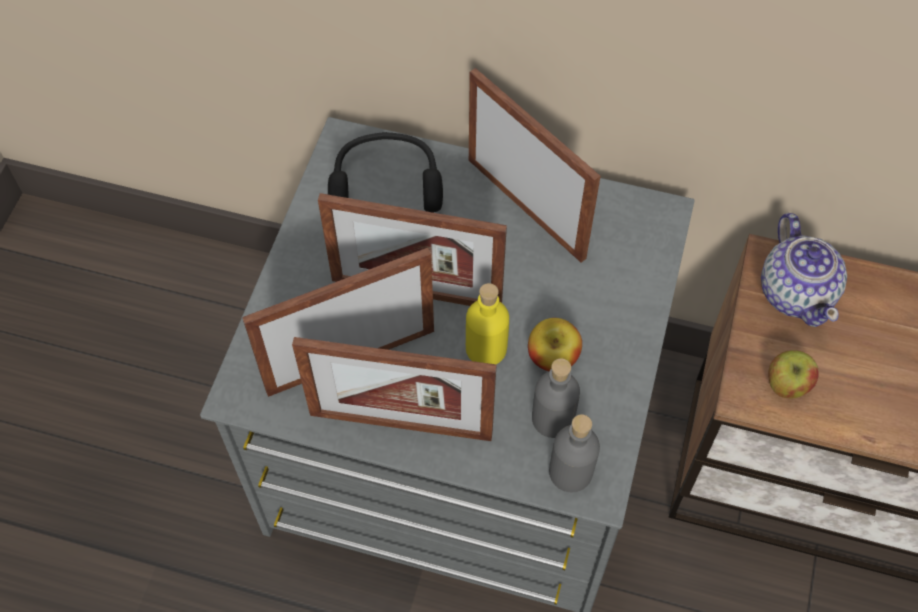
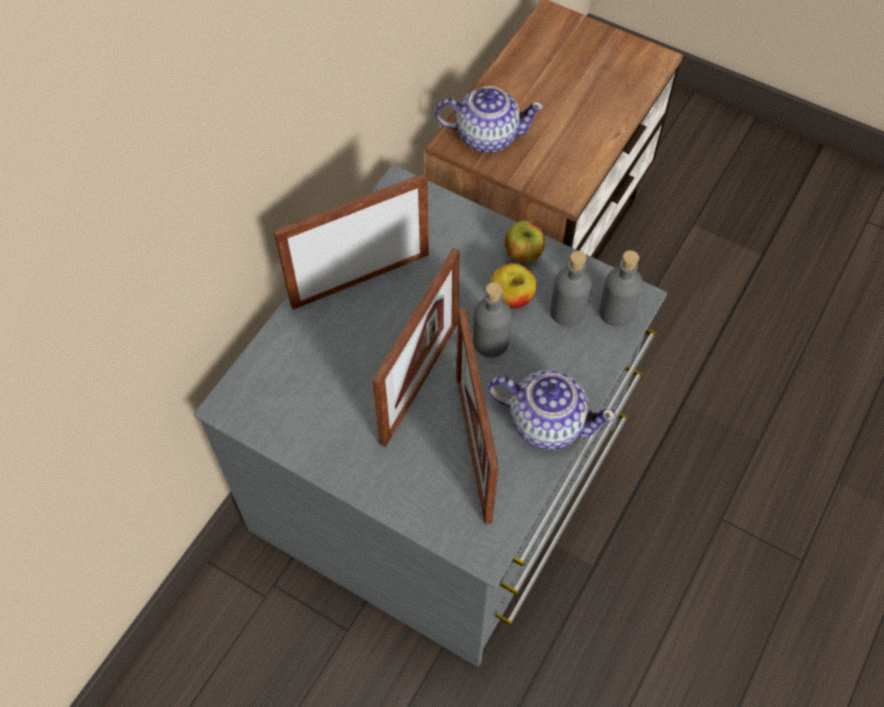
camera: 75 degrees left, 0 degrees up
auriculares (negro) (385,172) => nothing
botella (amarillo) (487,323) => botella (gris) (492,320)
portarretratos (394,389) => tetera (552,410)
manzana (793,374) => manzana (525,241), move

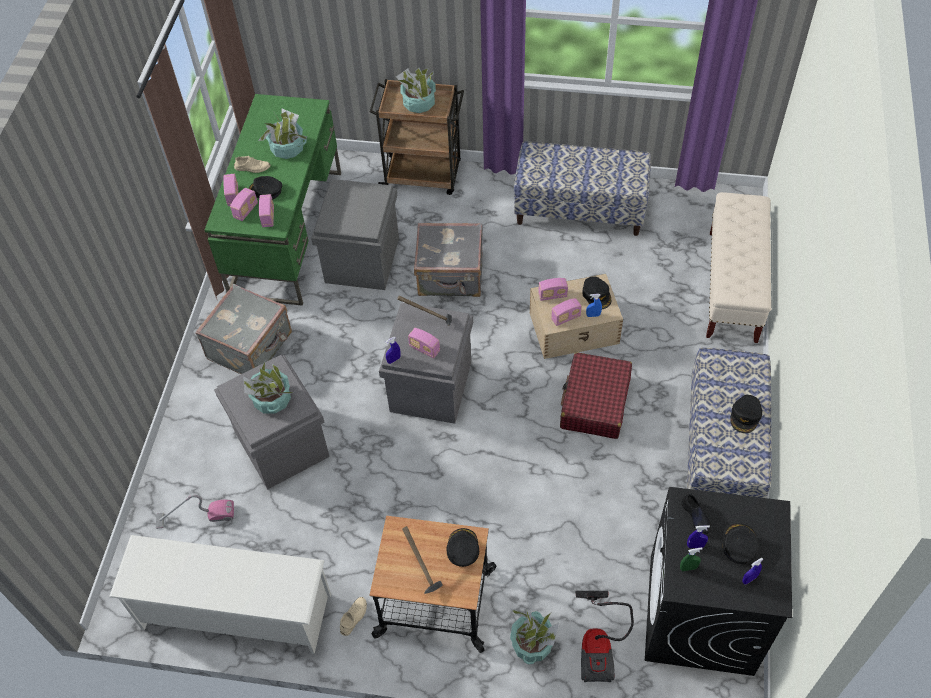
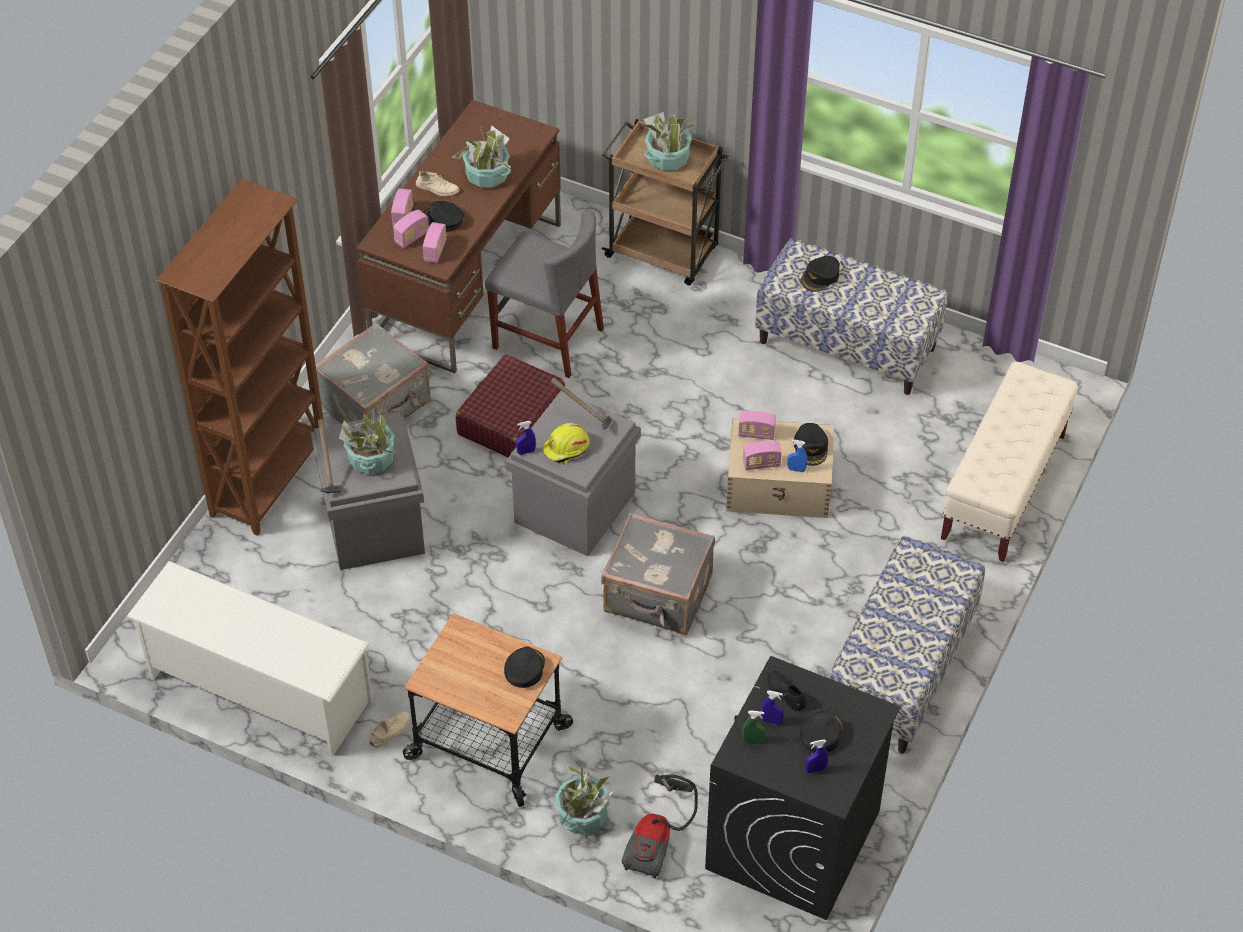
camera: 15 degrees right, 5 degrees down
escritorio (verde) (273,200) => escritorio (marrón) (458,236)
caja de almacenaje (gris) (355,234) => silla (gris) (544,294)
maleta (gris) (448,260) => maleta (gris) (658,574), move
radio (424,343) => casco (amarillo) (566,444)
maleta (rojo) (596,395) => maleta (rojo) (510,405), move
gorra (negro) (746,414) => gorra (negro) (820,274), move
aspiradora (195,511) => nothing
zapato (negro) (696,514) => zapato (negro) (787,691), 150 degrees clockwise
martillo (422,560) => martillo (330,456), move
nothing => estantería (marrón) (239,357)

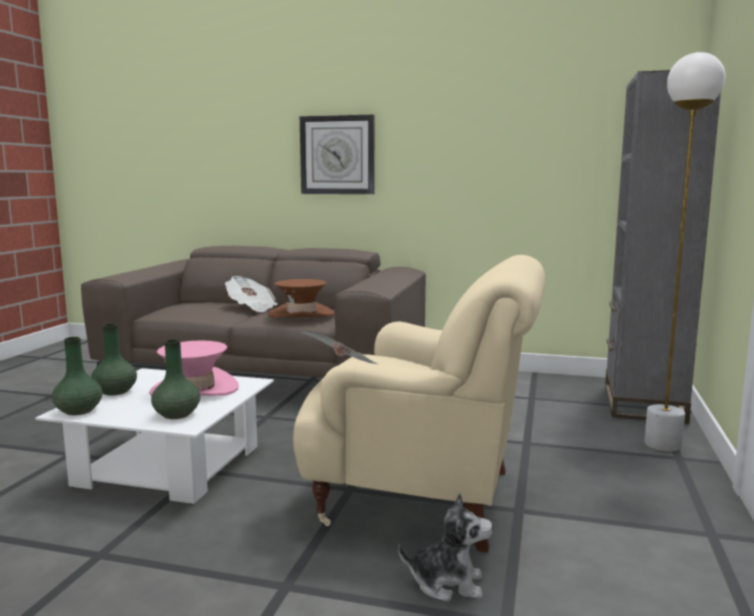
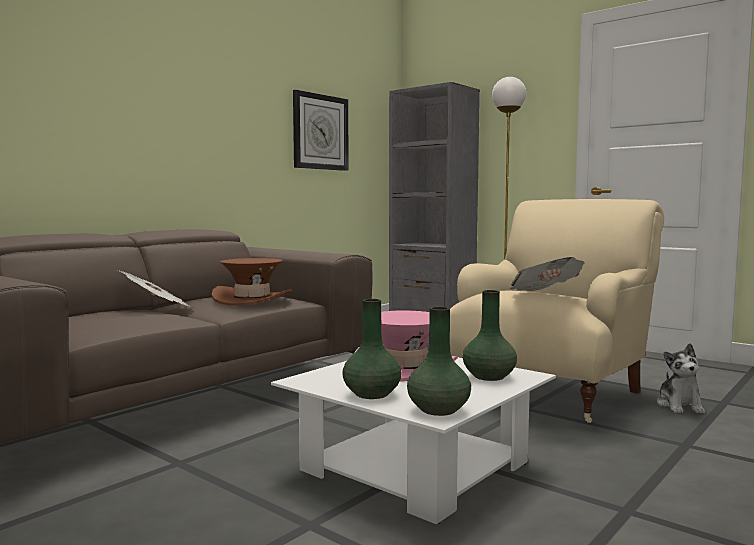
camera: 65 degrees left, 5 degrees down
reloj de pared (337,154) => reloj de pared (321,130), move
peluche (445,547) => peluche (681,378), 150 degrees clockwise

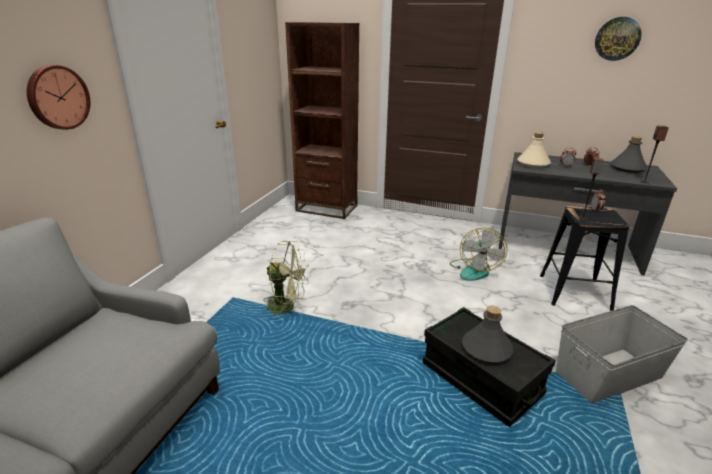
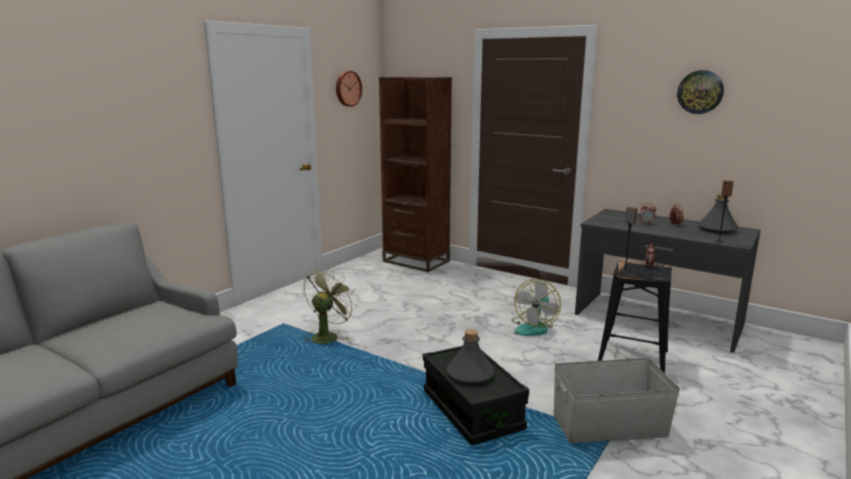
camera: 15 degrees right, 10 degrees down
reloj de pared (58,97) => reloj de pared (349,89), move
botella (beis) (534,150) => nothing
ventilador (verde) (286,278) => ventilador (verde) (330,306), 90 degrees counterclockwise

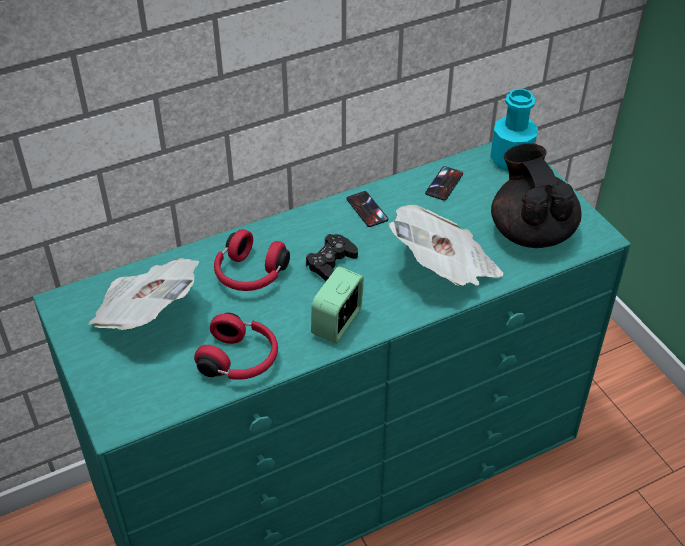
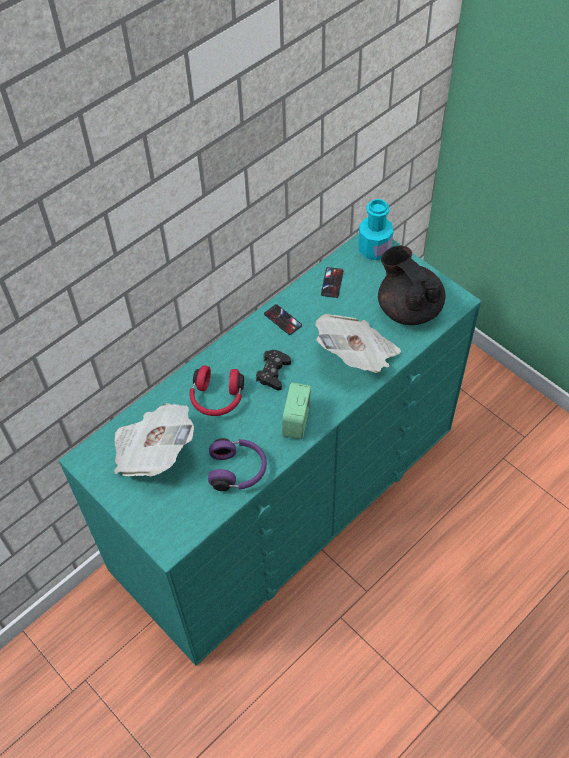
camera: 15 degrees left, 10 degrees up
auriculares (rojo) (236,346) => auriculares (morado) (237,464)

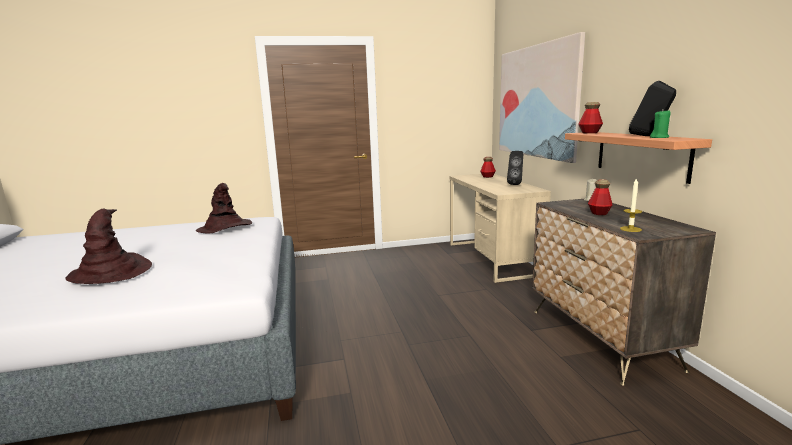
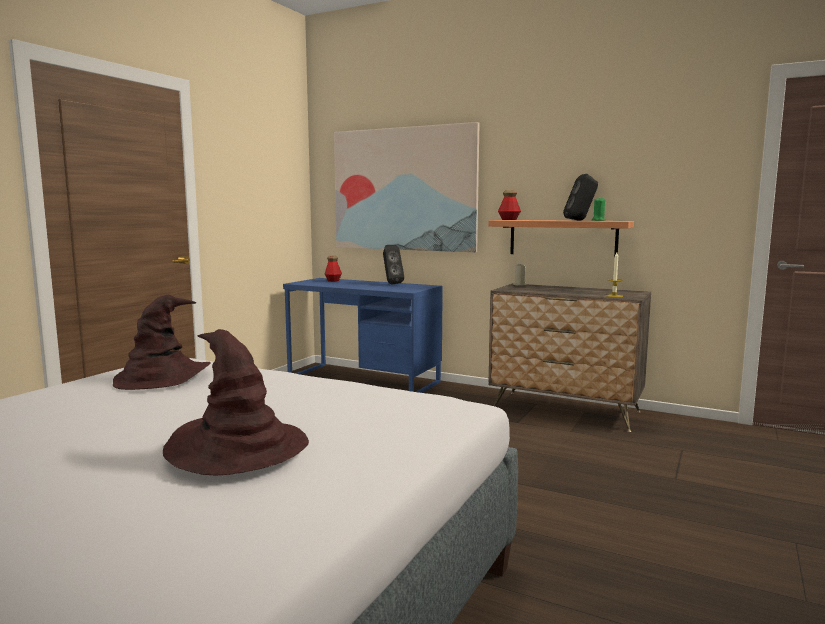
camera: 50 degrees left, 5 degrees down
escritorio (beis) (500,228) => escritorio (azul) (363,335)
botella (600,197) => nothing

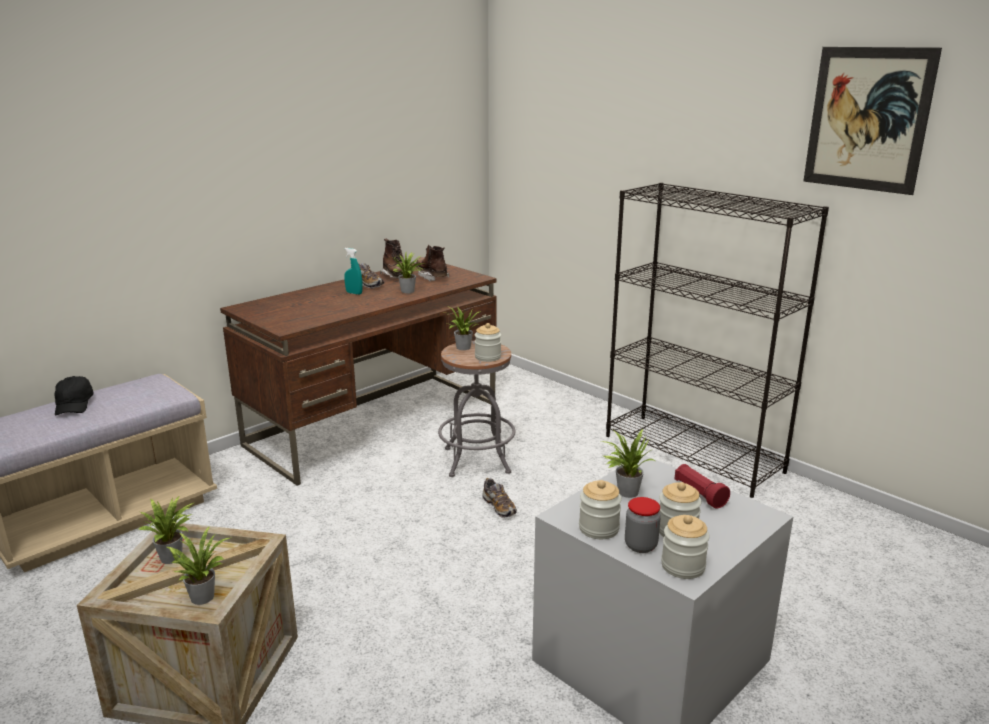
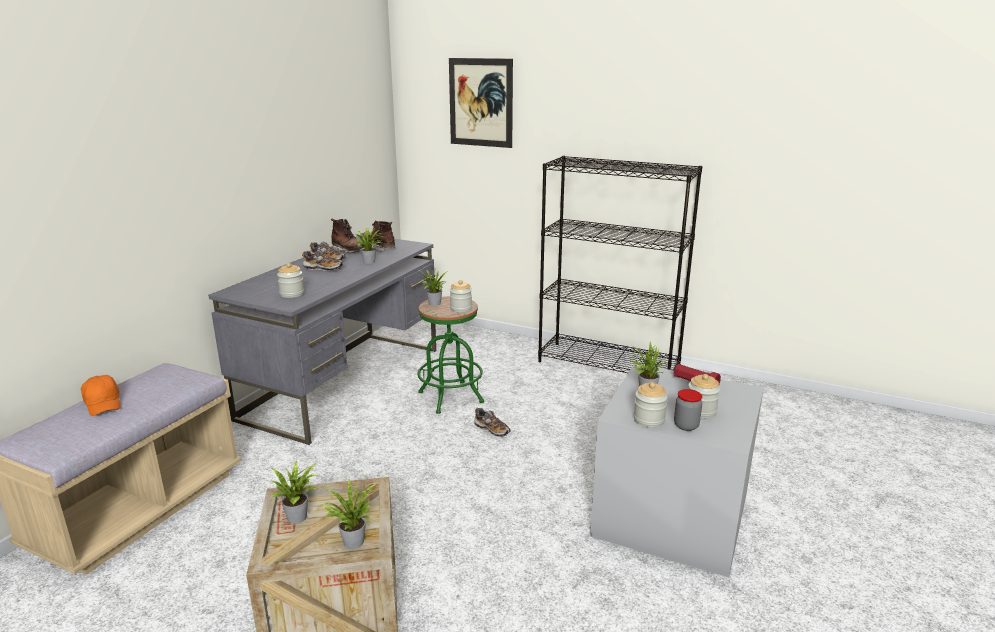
camera: 20 degrees left, 0 degrees up
cuadro (872,121) => cuadro (481,103), move
pulverizador (turquesa) (353,271) => zapato (322,260)
escritorio (marrón) (358,374) => escritorio (gris) (322,340)
taburete (gris) (477,409) => taburete (verde) (450,355)
gorra (negro) (74,395) => gorra (naranja) (101,395)
tarro (685,547) => tarro (290,280), move

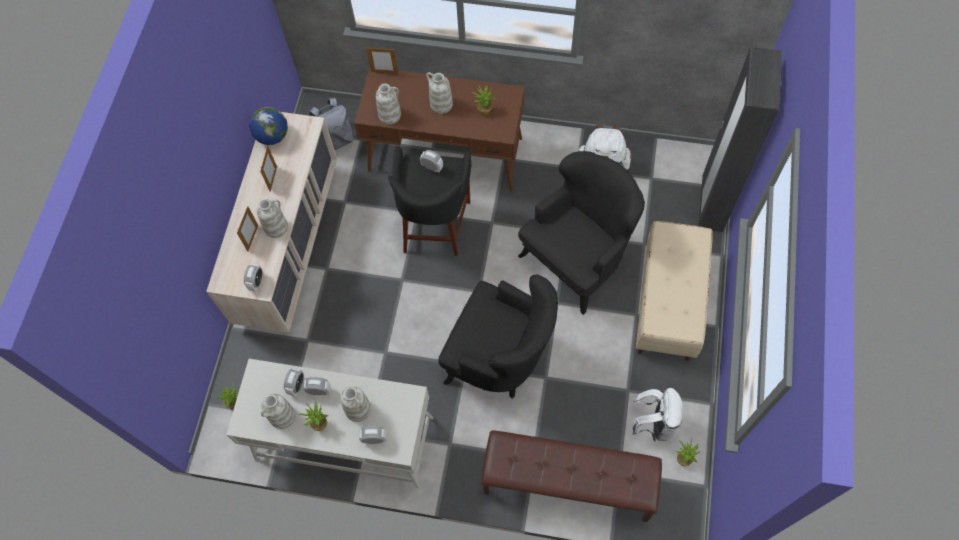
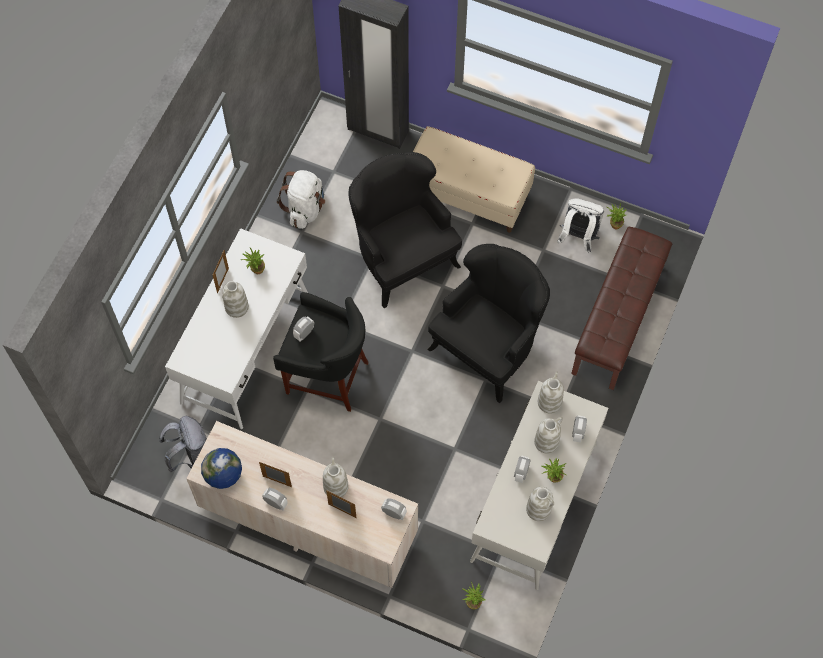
camera: 80 degrees left, 0 degrees up
portarretratos (382,61) => portarretratos (221,271), move
escritorio (marrón) (439,129) => escritorio (blanco) (236,328)
florero (blanco) (388,104) => florero (blanco) (551,392), move
despertador (294,382) => despertador (275,499), move

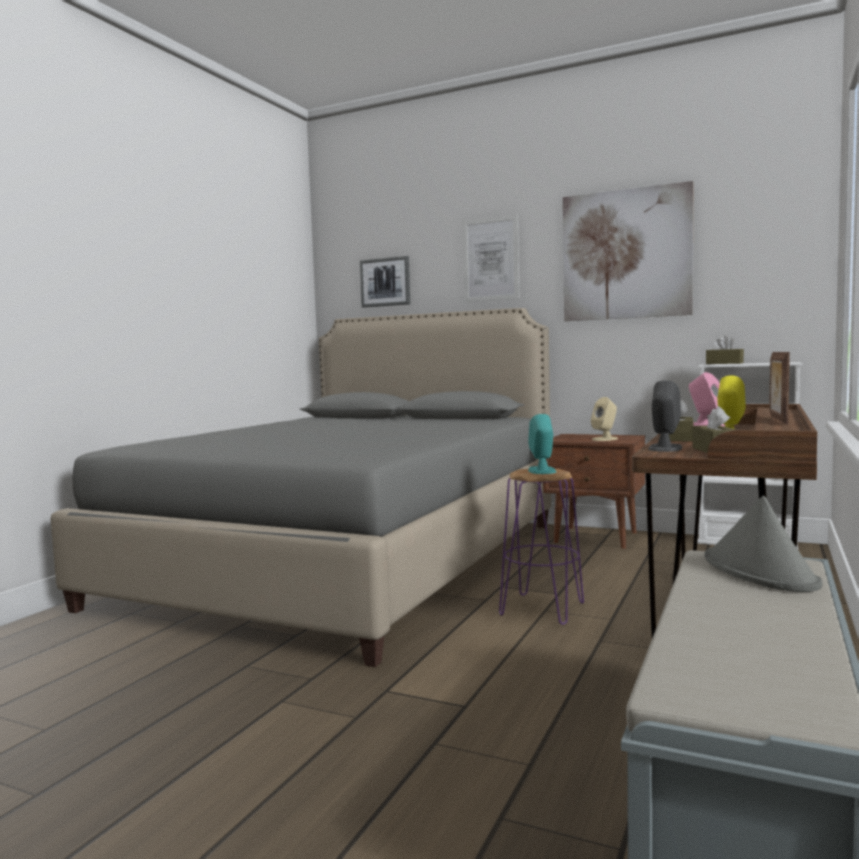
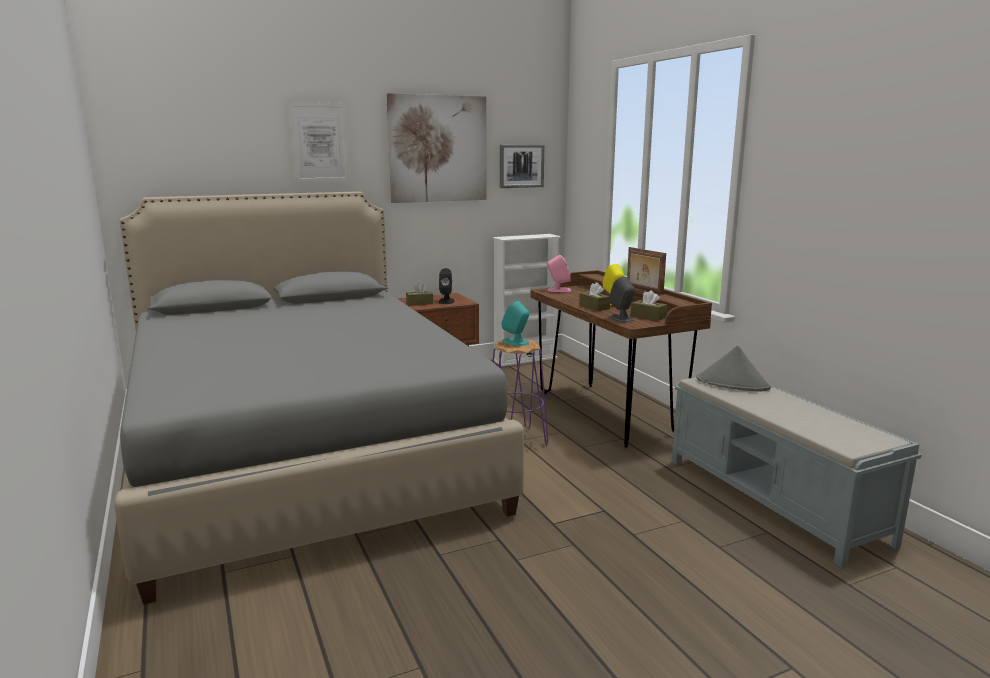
camera: 50 degrees left, 10 degrees up
cuadro (385,282) => cuadro (522,166), move
caja de pañuelos (marrón) (725,350) => caja de pañuelos (marrón) (419,294), move
altavoz (beis) (604,419) => altavoz (negro) (446,286)

